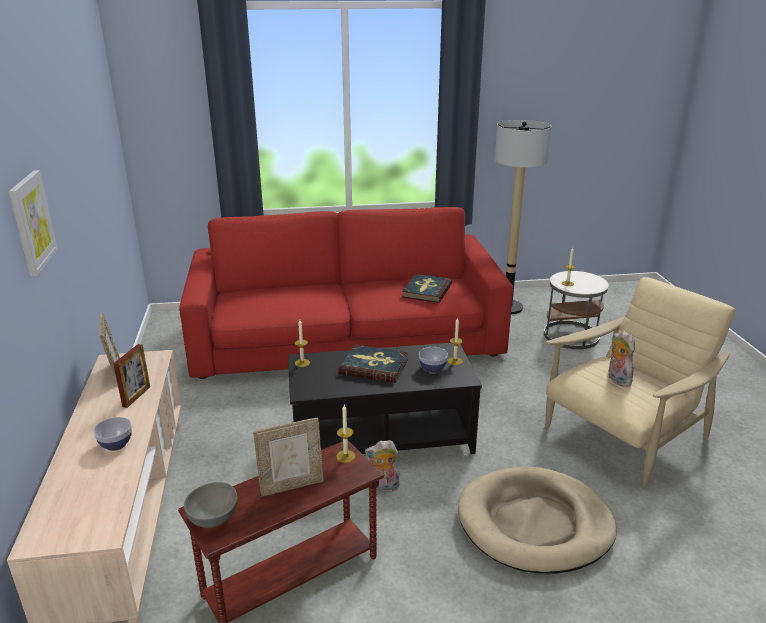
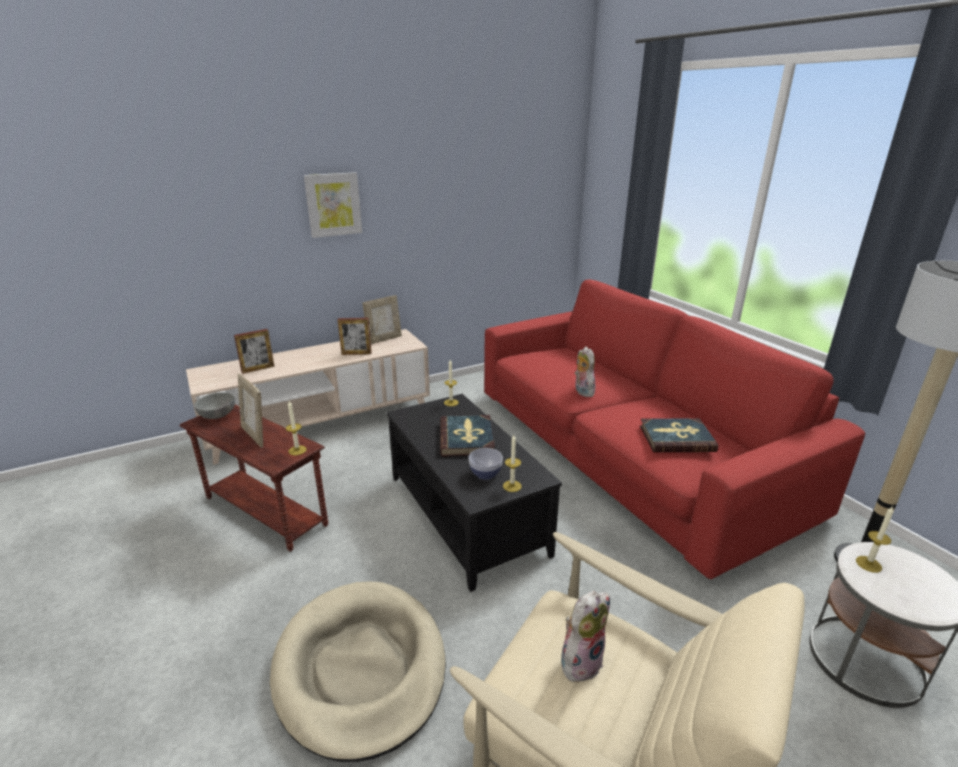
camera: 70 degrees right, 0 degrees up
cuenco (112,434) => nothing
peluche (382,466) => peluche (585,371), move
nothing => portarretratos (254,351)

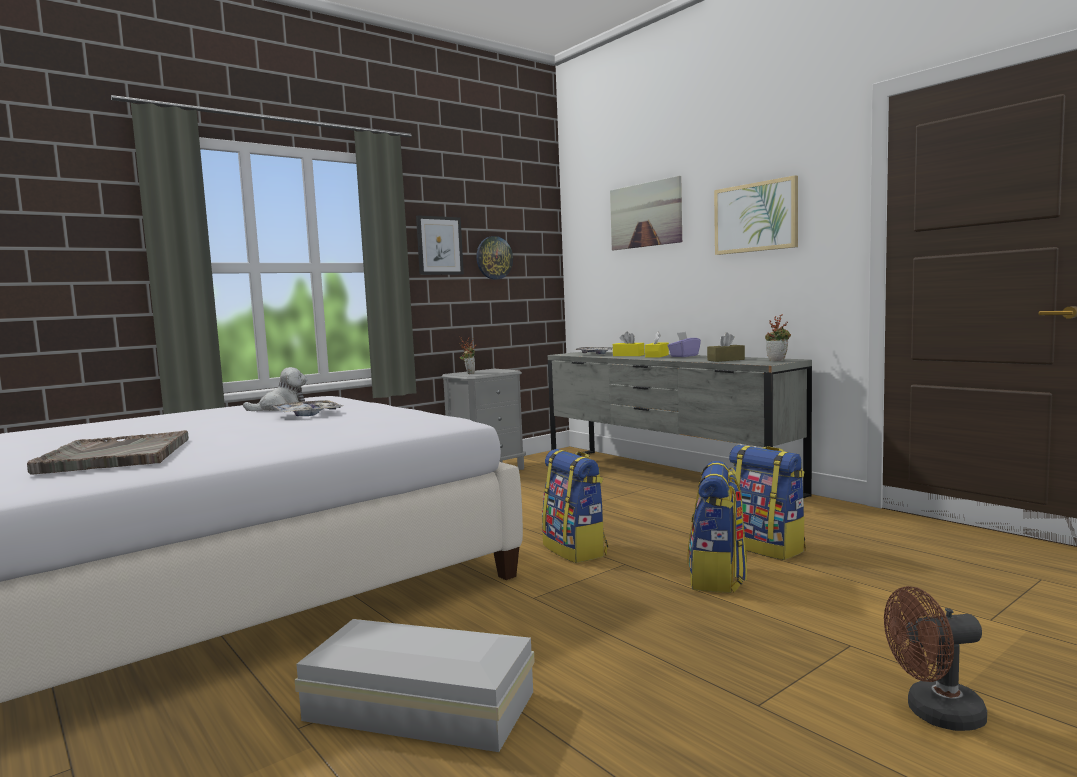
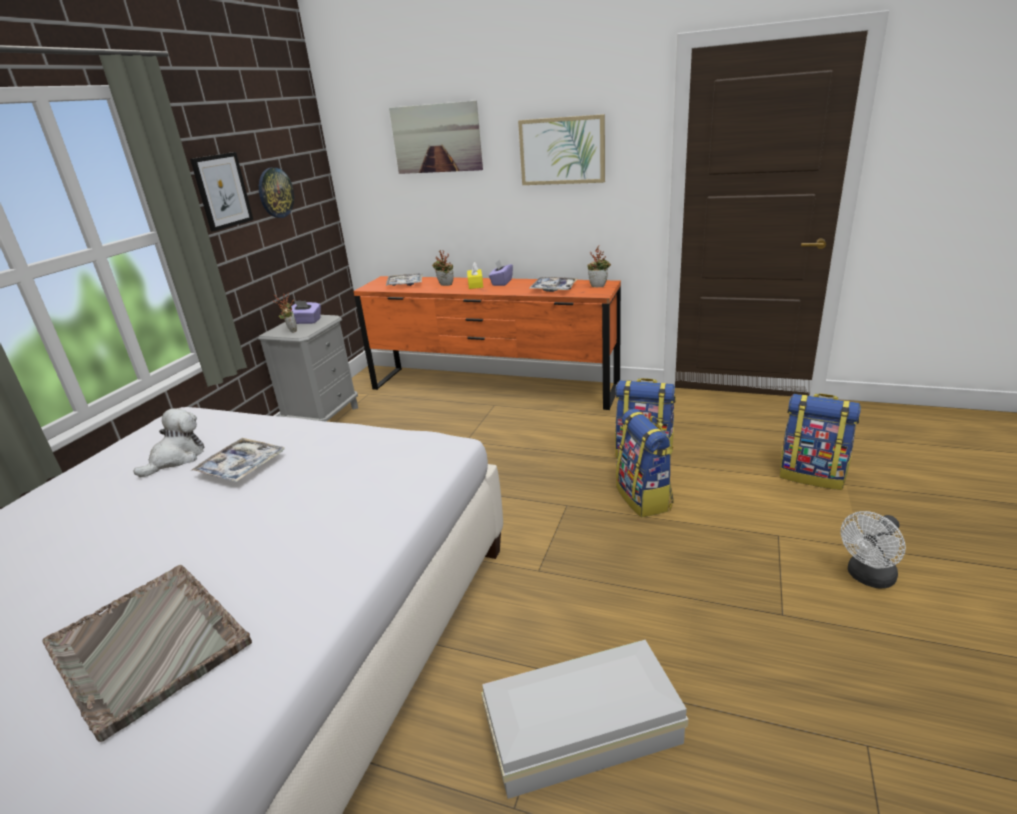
camera: 30 degrees left, 20 degrees up
caja de pañuelos (amarillo) (629,344) => planta en maceta (443,268)
caja de pañuelos (marrón) (726,347) => bandeja (554,284)
cómoda (gris) (680,425) => cómoda (naranja) (487,343)
mochila (575,506) => mochila (820,441), move
ventilador (marrón) (935,658) => ventilador (blanco) (873,550)
nothing => caja de pañuelos (morado) (306,312)

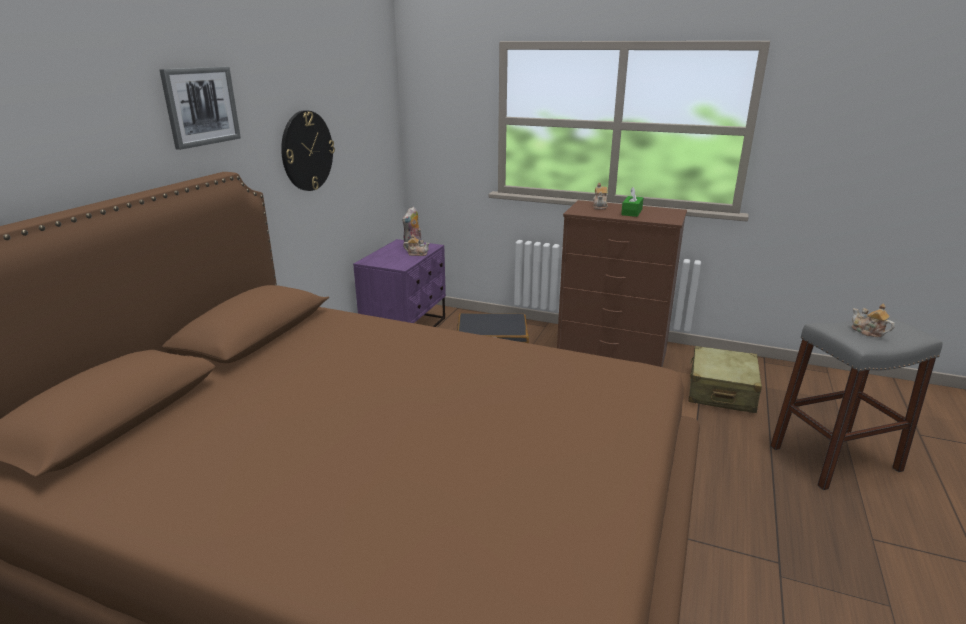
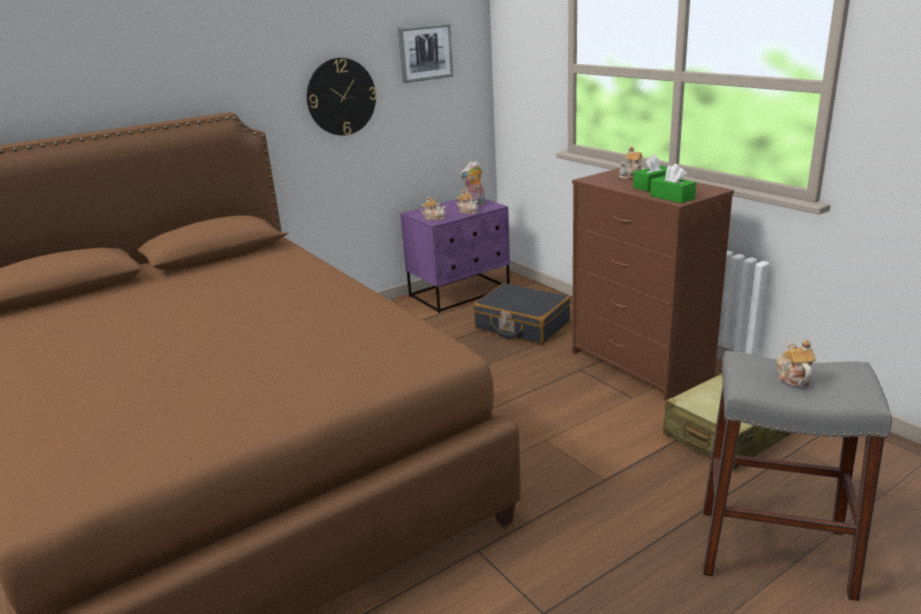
camera: 35 degrees right, 0 degrees up
cuadro (200,108) => cuadro (426,53), move
nothing => caja de pañuelos (verde) (673,183)
nothing => tetera (433,208)

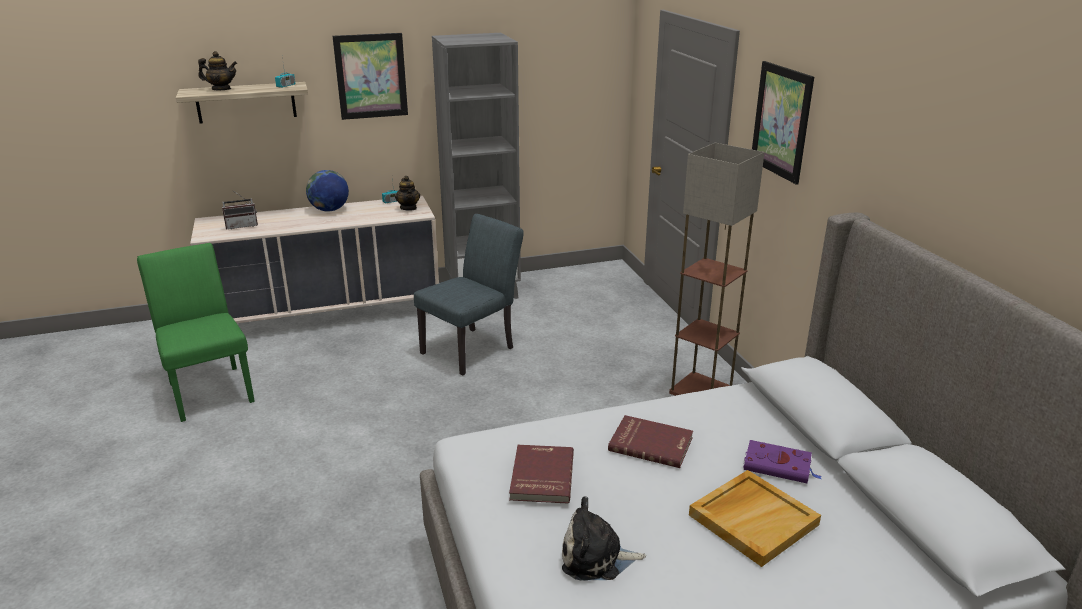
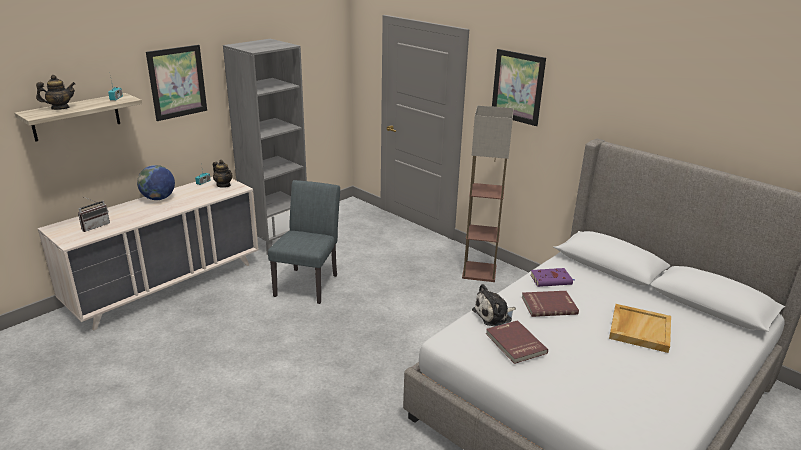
camera: 30 degrees left, 0 degrees up
silla (verde) (196,332) => nothing
libro (morado) (782,461) => libro (morado) (553,277), move
peluche (604,538) => peluche (494,305), move

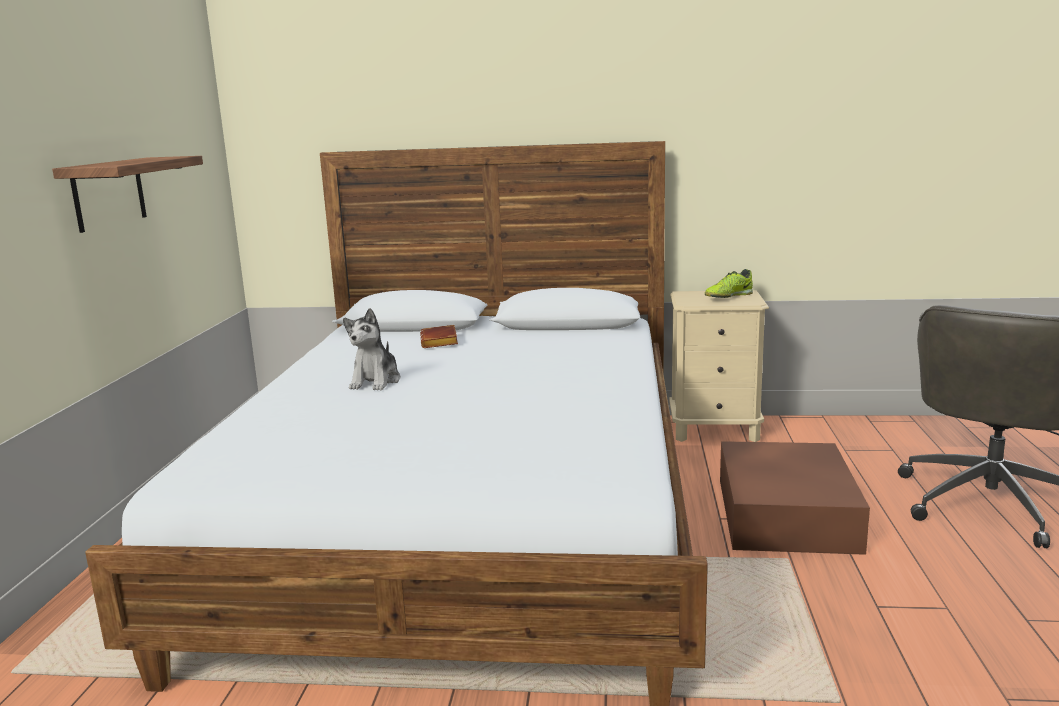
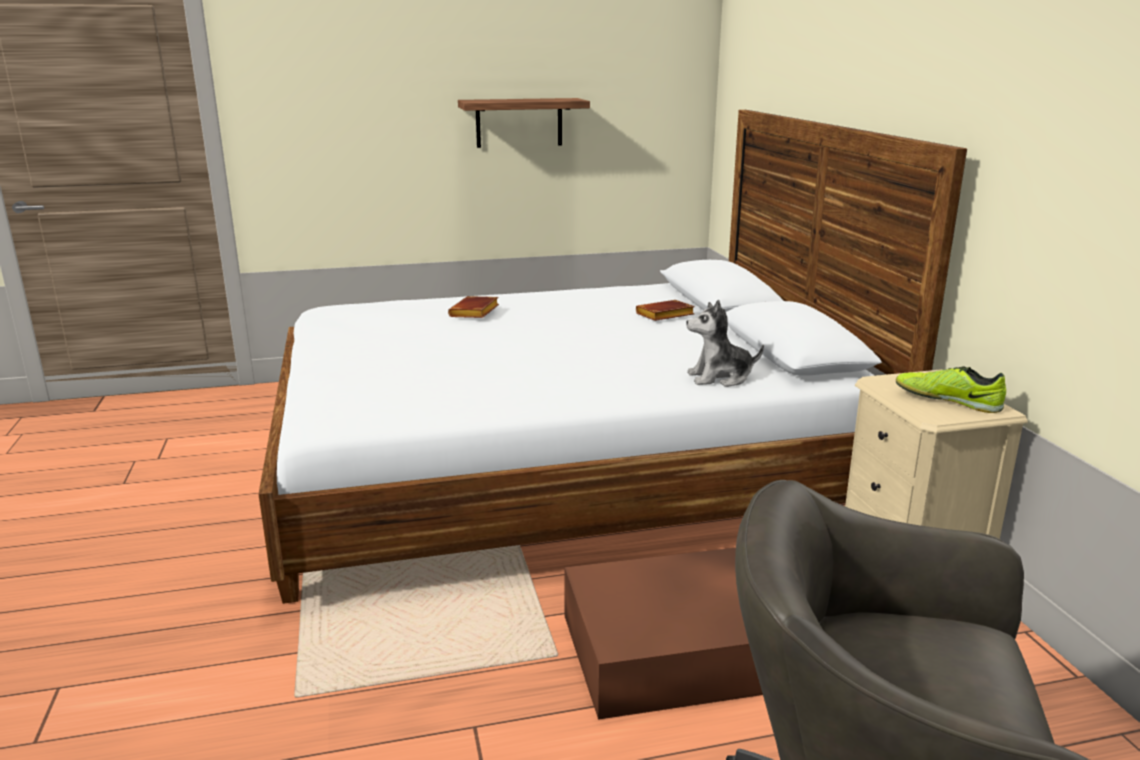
camera: 70 degrees right, 5 degrees up
peluche (371,349) => peluche (725,343), move
nothing => libro (marrón) (473,307)

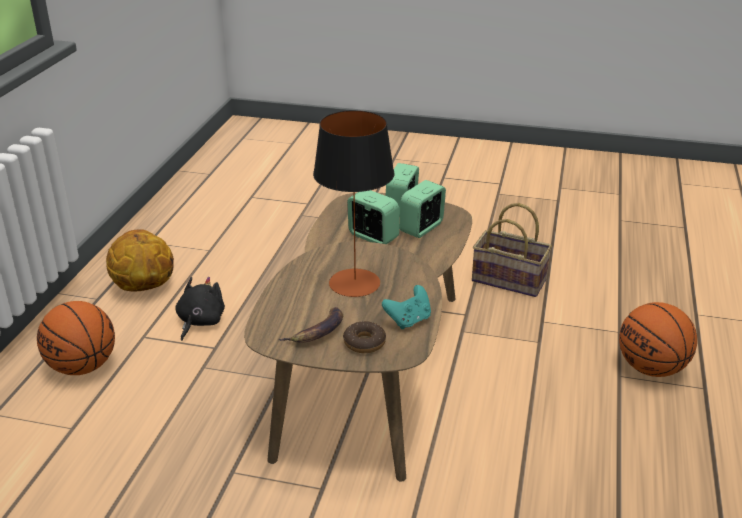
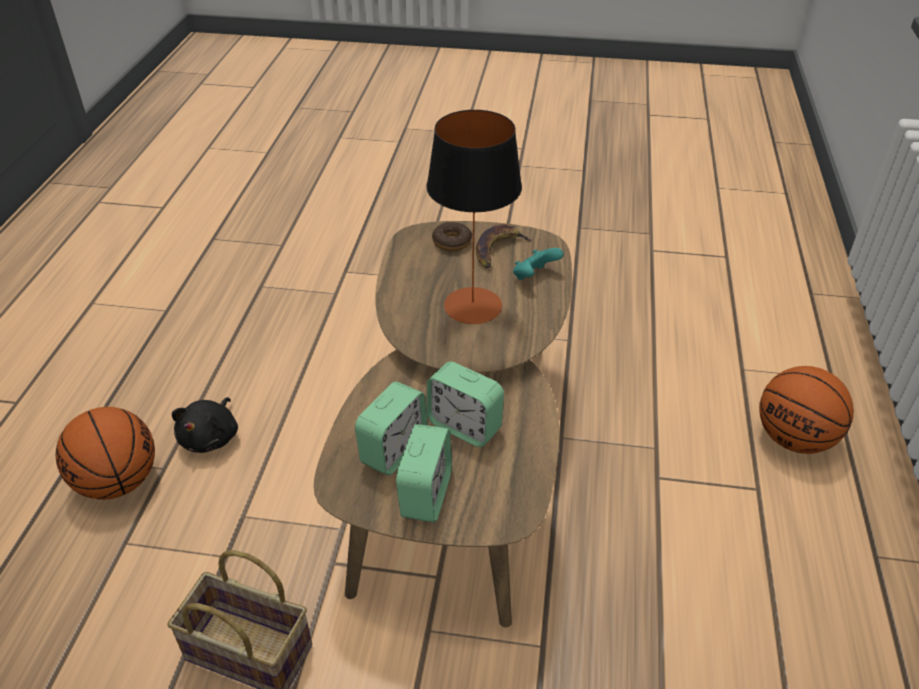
camera: 175 degrees right, 10 degrees up
balón de baloncesto (140,260) => nothing
peluche (negro) (200,309) => peluche (negro) (205,425), move
mando de consola (turquesa) (406,307) => mando de consola (turquesa) (538,264), move

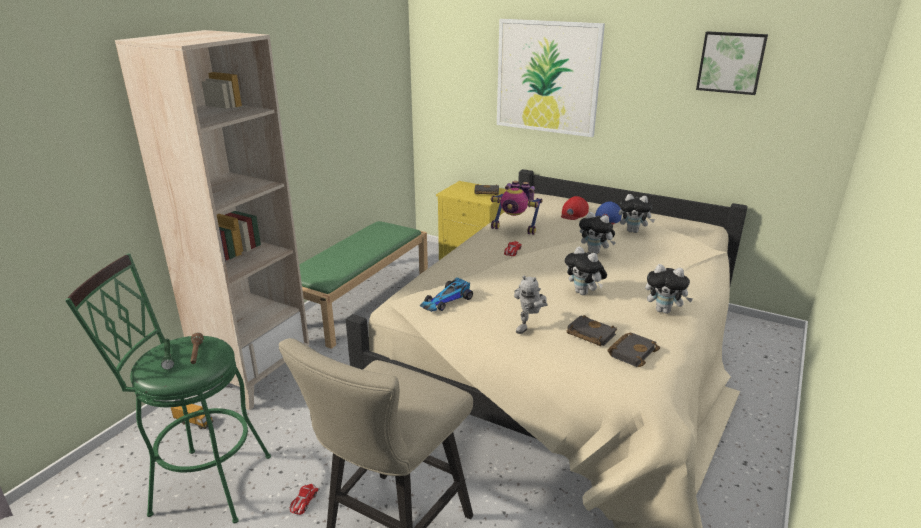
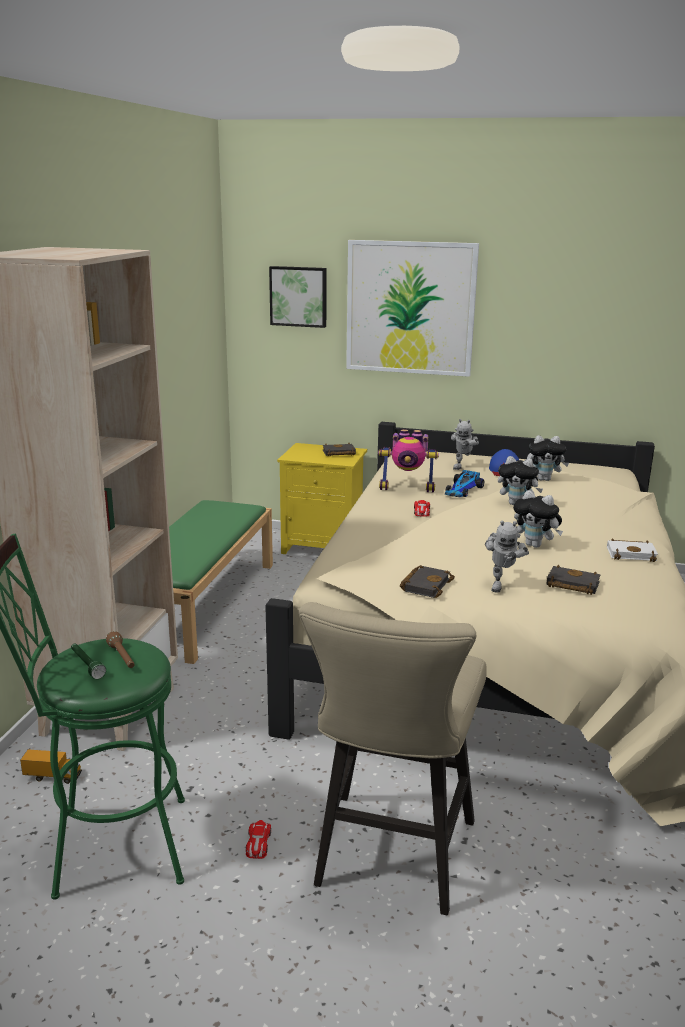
camera: 15 degrees left, 5 degrees down
cuadro (732,63) => cuadro (298,297), move
gorra (rojo) (575,208) => robot de juguete (465,444)
peluche (669,289) => libro (blanco) (632,550)
coche de juguete (446,294) => coche de juguete (464,483), move
libro (negro) (633,350) => libro (negro) (427,581), move

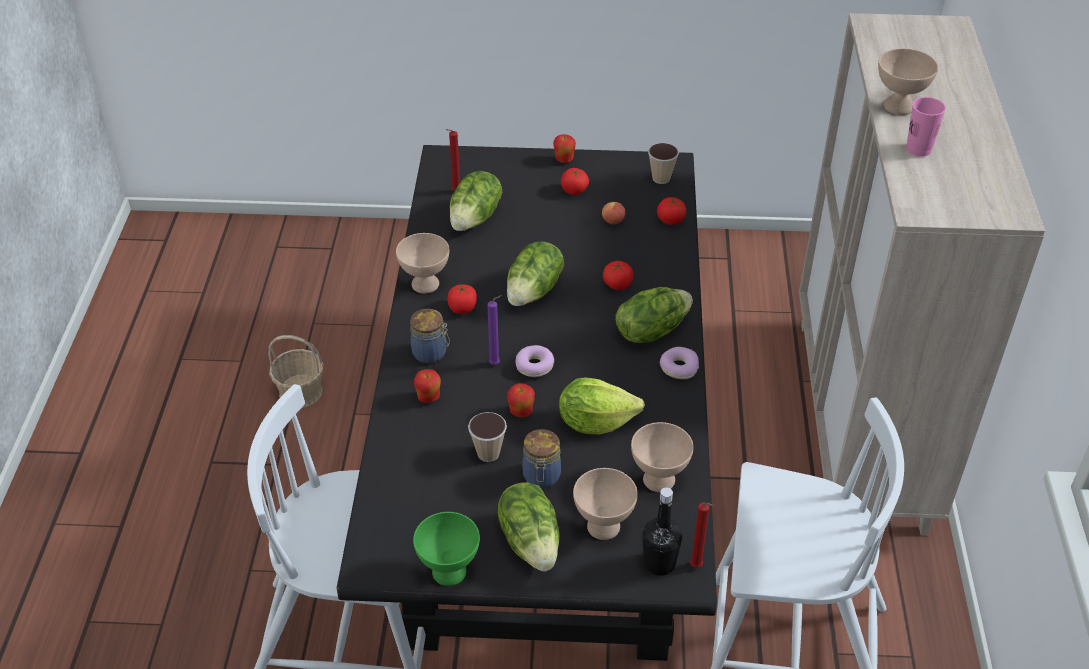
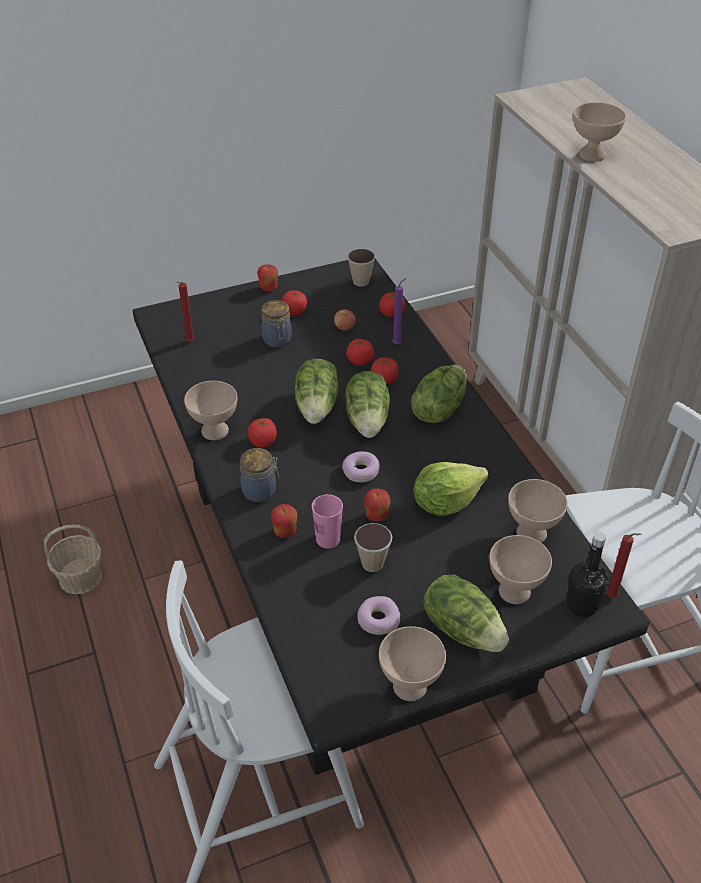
camera: 25 degrees left, 0 degrees up
taza (rosa) (926,127) => taza (rosa) (327,521), move
lechuga (476,201) => lechuga (367,404), move
vela (morado) (494,329) => vela (morado) (399,311), move
rosquilla (679,363) => rosquilla (378,615), move
tarro (542,458) => tarro (276,323), move
cuenco (verde) (446,549) => cuenco (beis) (412,663)
nothing => tomate (360,352)

